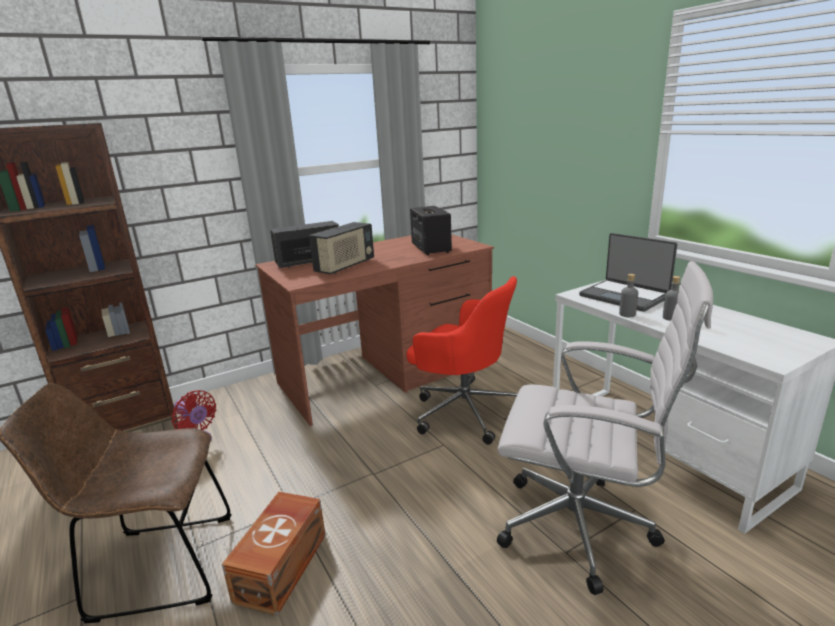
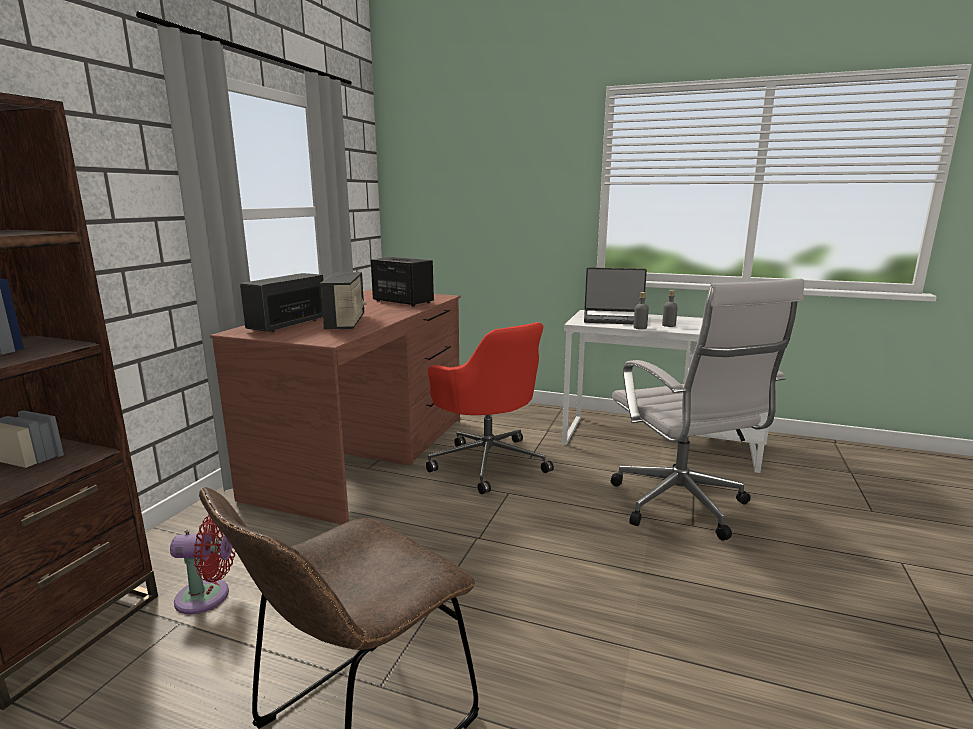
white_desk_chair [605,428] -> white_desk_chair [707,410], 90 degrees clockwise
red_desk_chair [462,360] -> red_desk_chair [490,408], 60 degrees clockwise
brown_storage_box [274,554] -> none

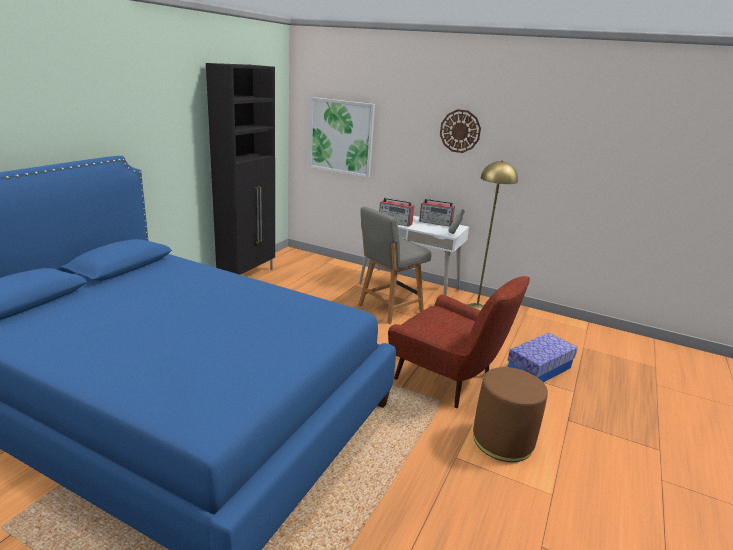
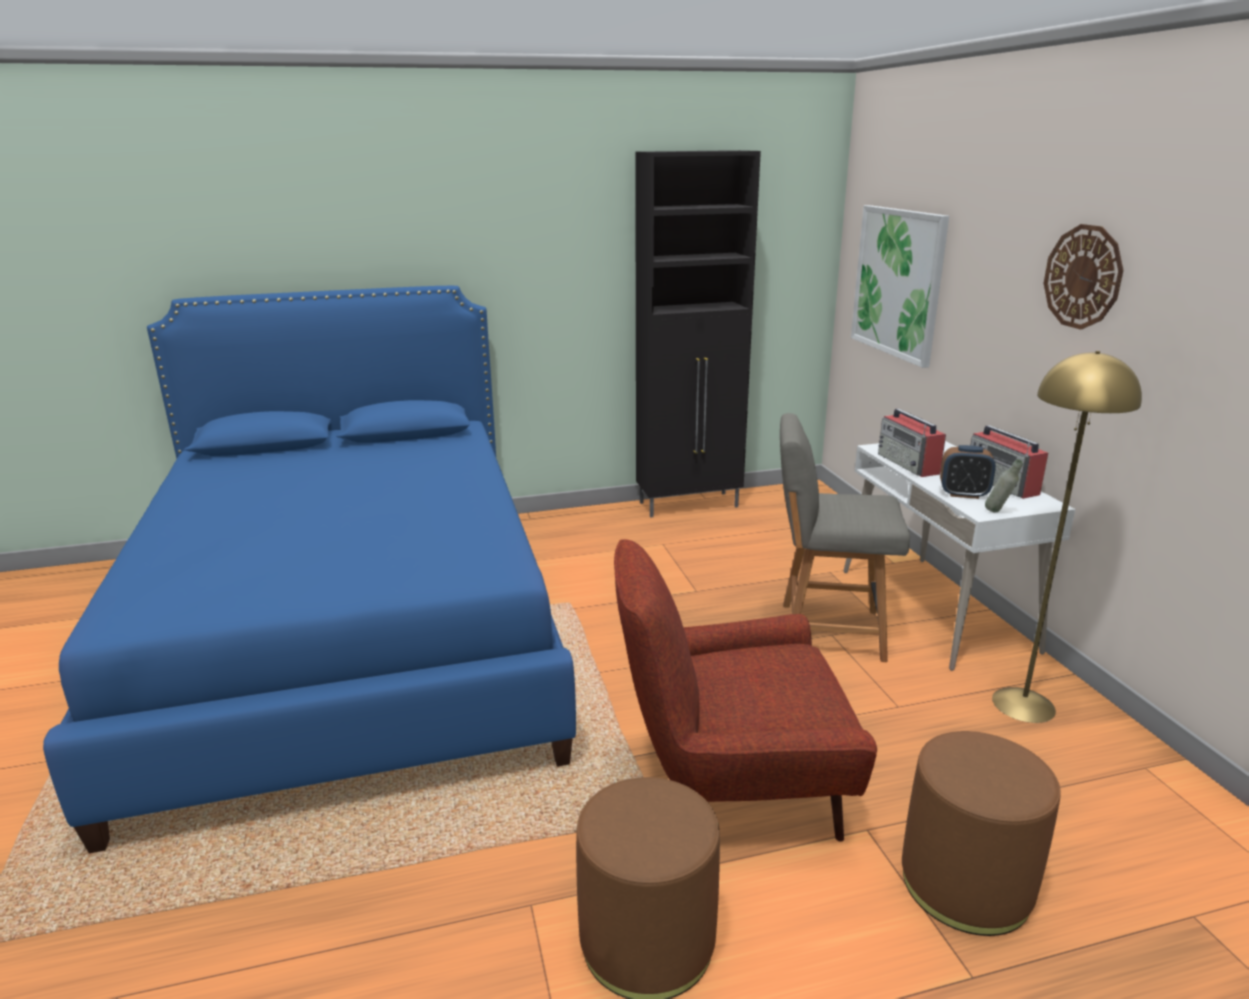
red_armchair [459,342] -> red_armchair [745,690], 90 degrees clockwise
storage_box [543,357] -> brown_footrest [981,833]
none -> bedside_clock [968,472]

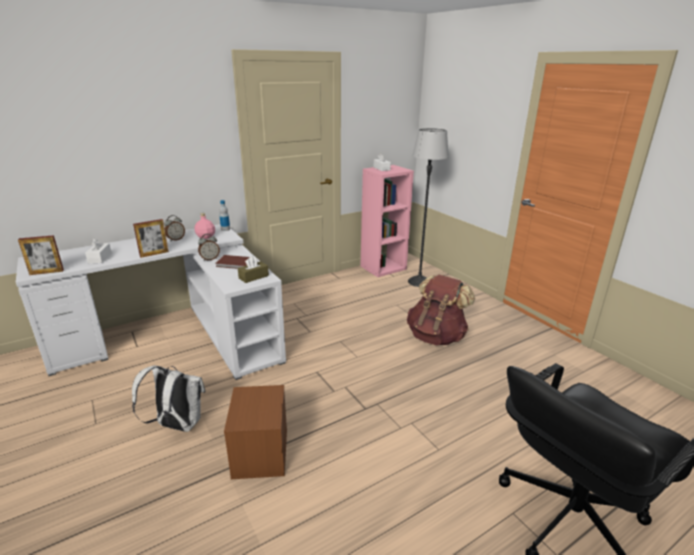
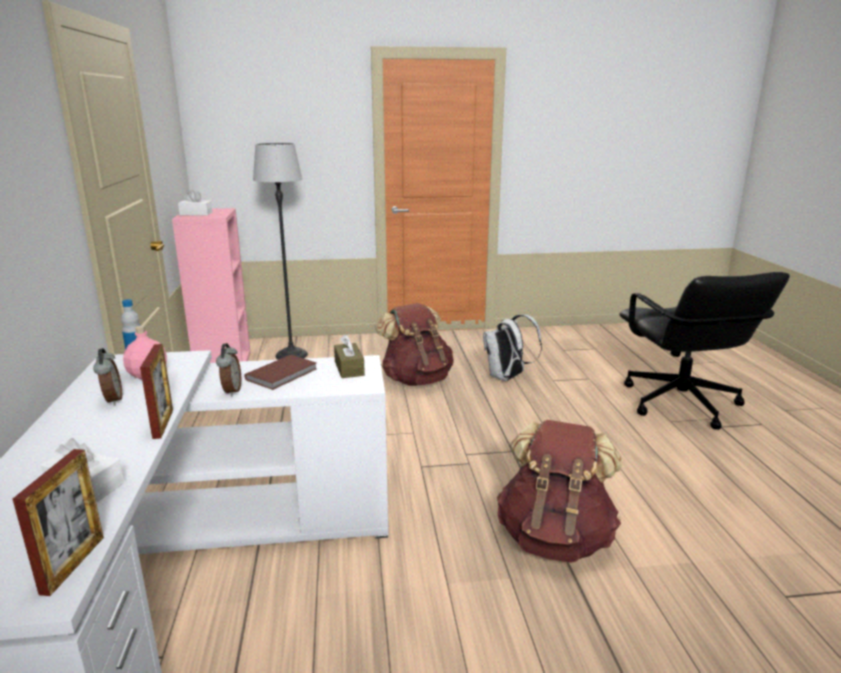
white_rucksack [169,398] -> white_rucksack [512,347], move
brown_storage_box [255,432] -> brown_rucksack [559,491]

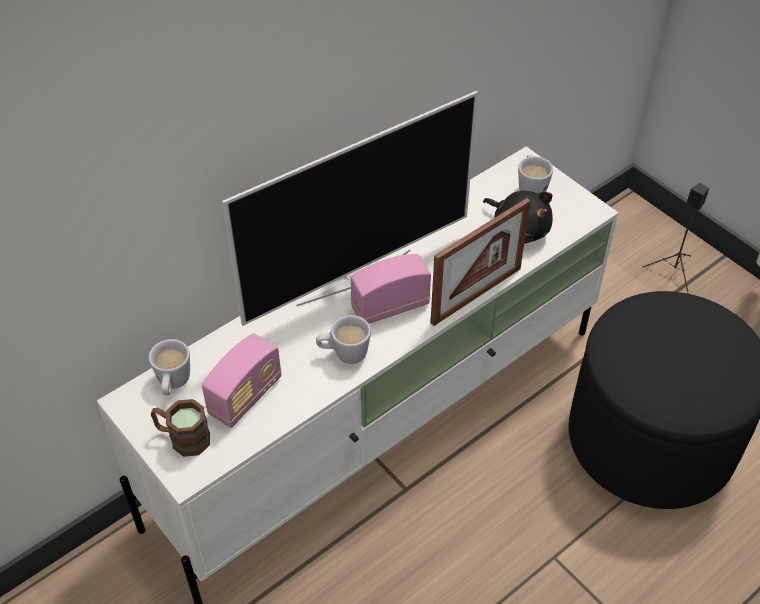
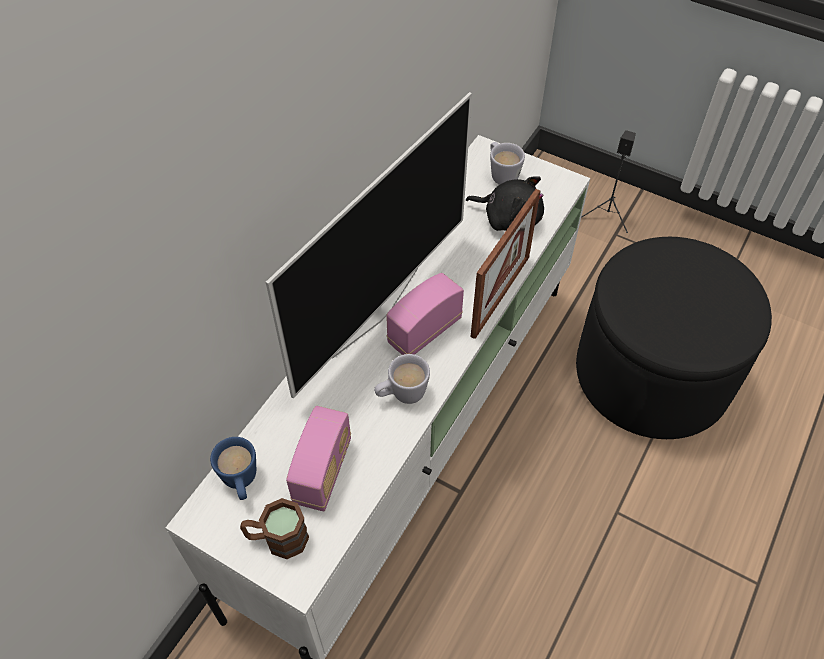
white_coffee_mug [169,367] -> blue-coloured_coffee_mug [233,468]

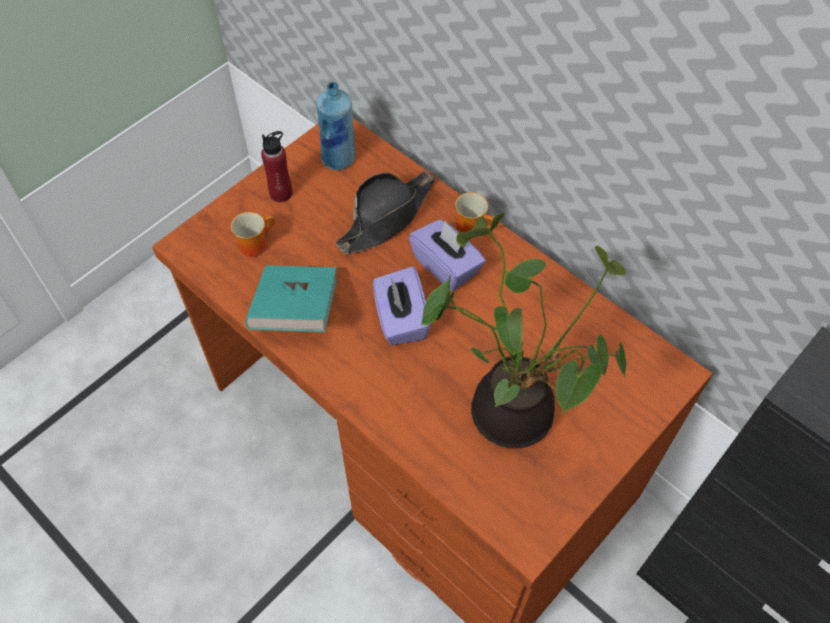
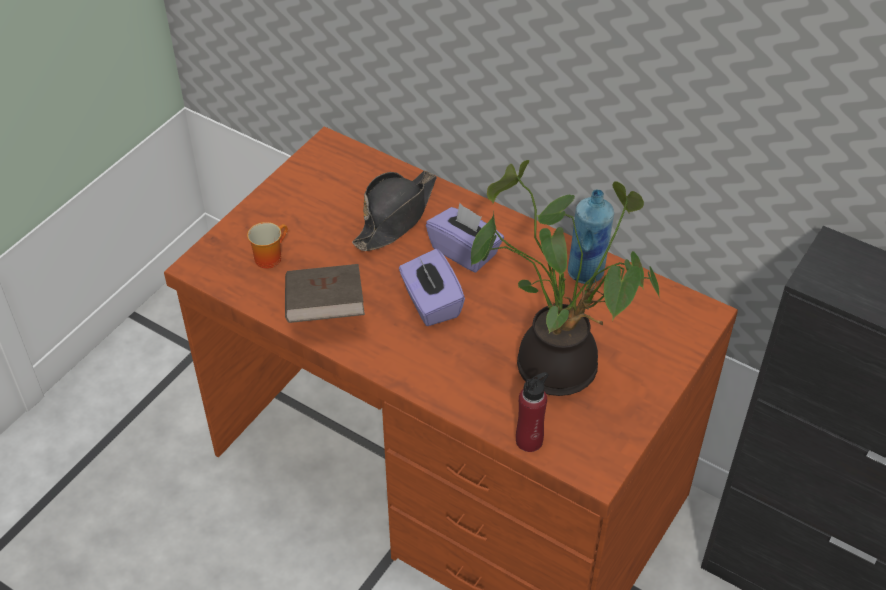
blue-coloured_beverage_bottle [335,126] -> blue-coloured_beverage_bottle [591,236], move
red_beverage_bottle [276,166] -> red_beverage_bottle [532,412], move
coffee_mug [474,212] -> none
blue-green_volume [291,298] -> brown_volume [325,293]

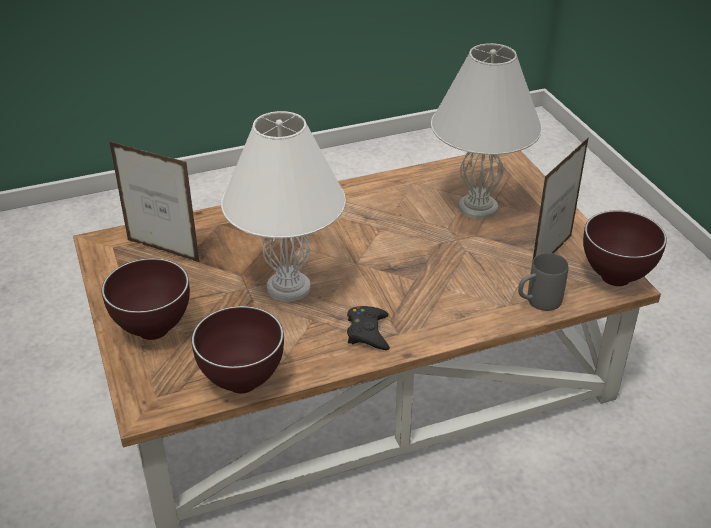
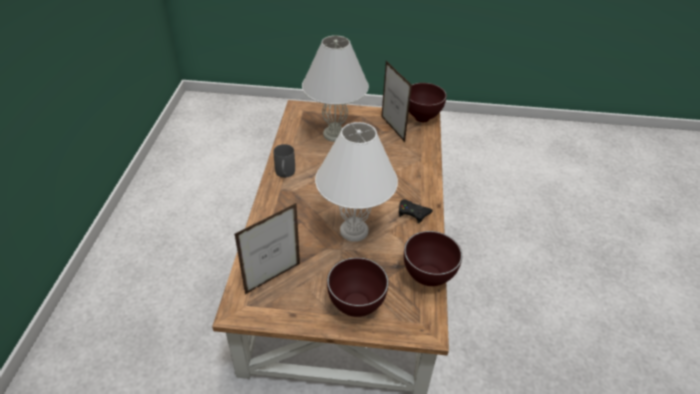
greyish_coffee_mug [543,282] -> greyish_coffee_mug [284,161], move

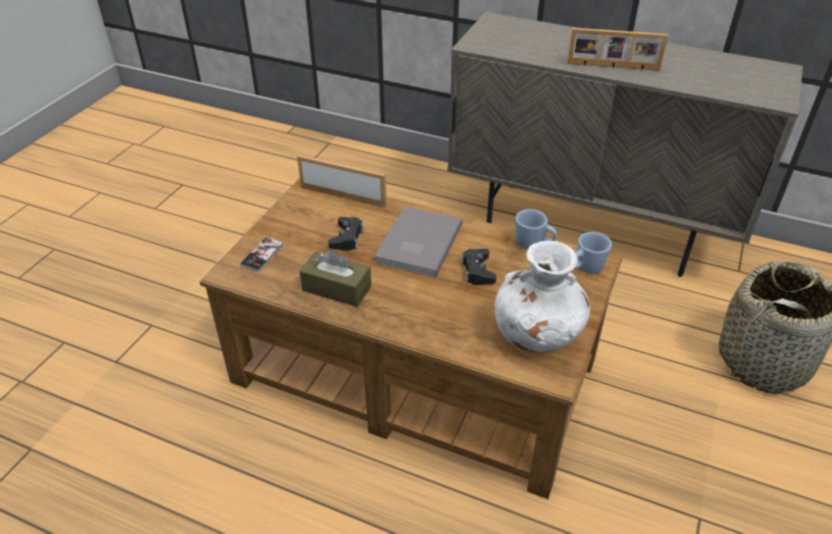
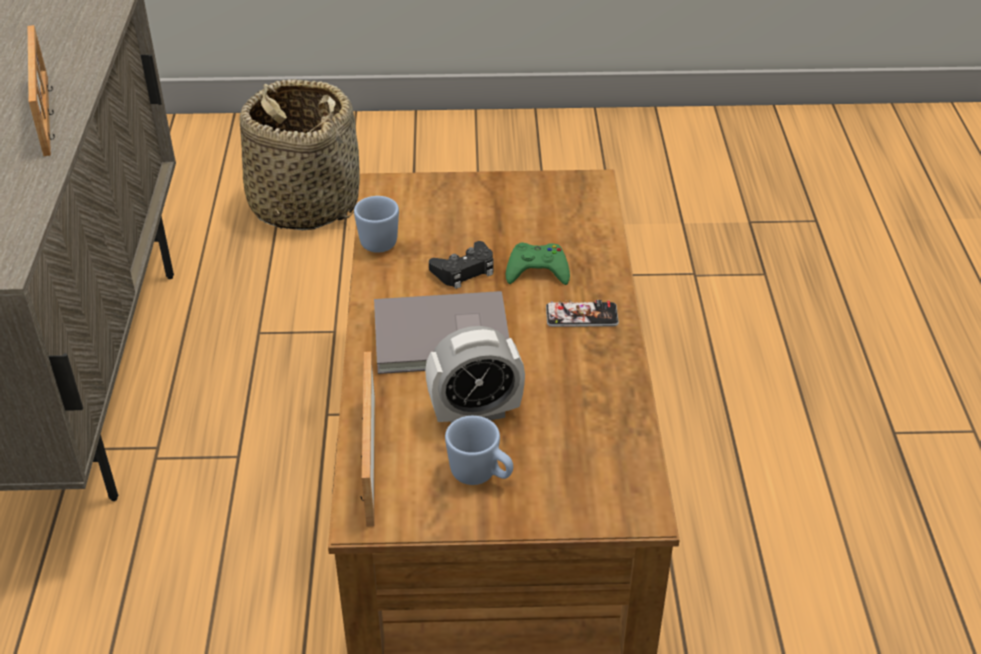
blackish_joypad [346,234] -> bedside_clock [475,374]
blue-coloured_coffee_mug [593,253] -> blue-coloured_coffee_mug [479,450], move
handset [262,254] -> handset [582,313], move
white_decorative_vase [542,297] -> none
brown_tissue_box [335,278] -> none
none -> green-coloured_joypad [538,263]

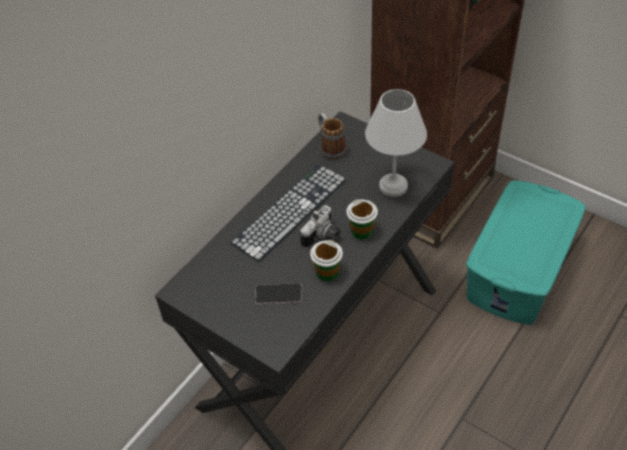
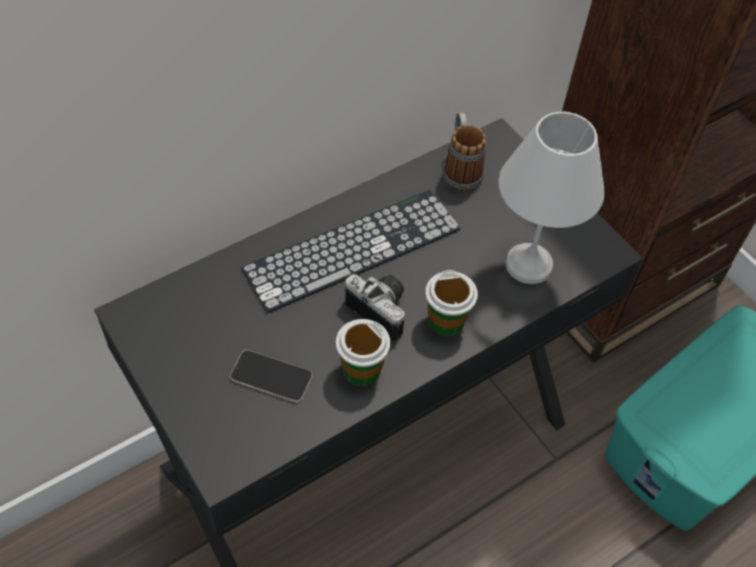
photo_camera [320,226] -> photo_camera [375,307], 105 degrees counterclockwise

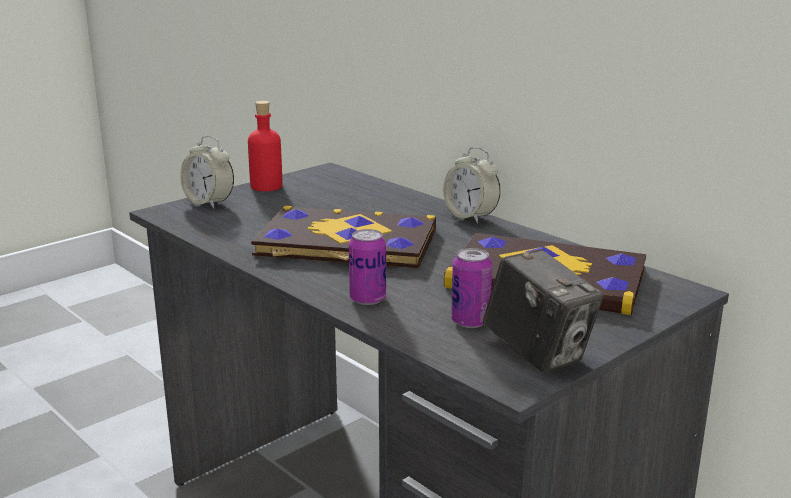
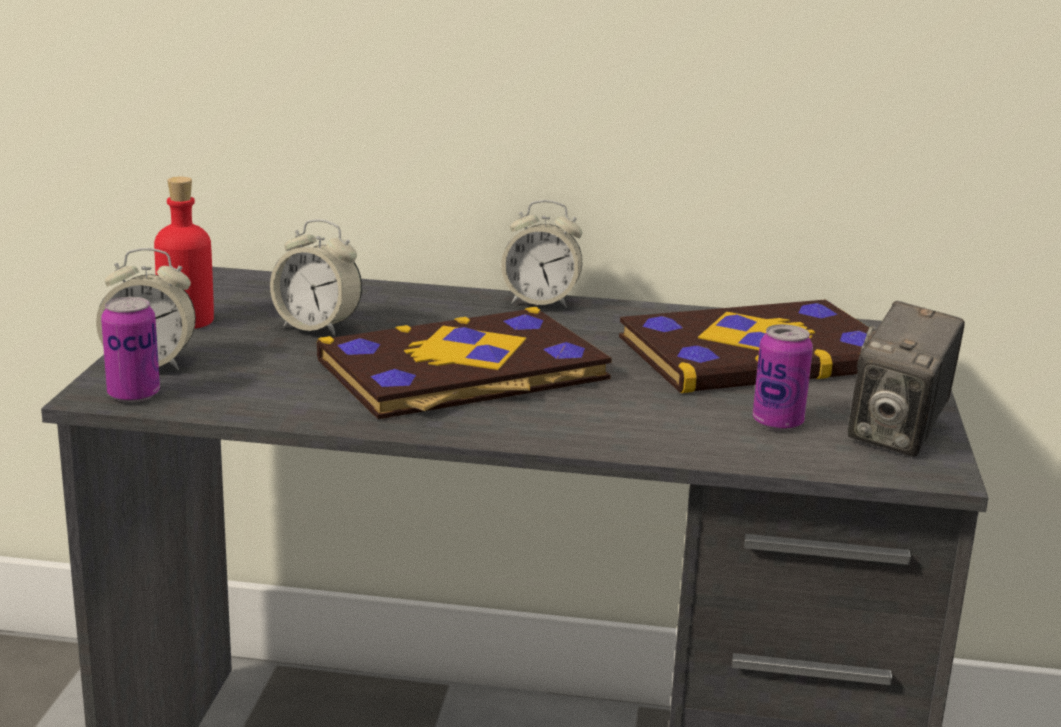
can [367,267] -> can [130,350], move
photo_camera [543,311] -> photo_camera [906,379], 105 degrees clockwise
none -> bedside_clock [316,277]

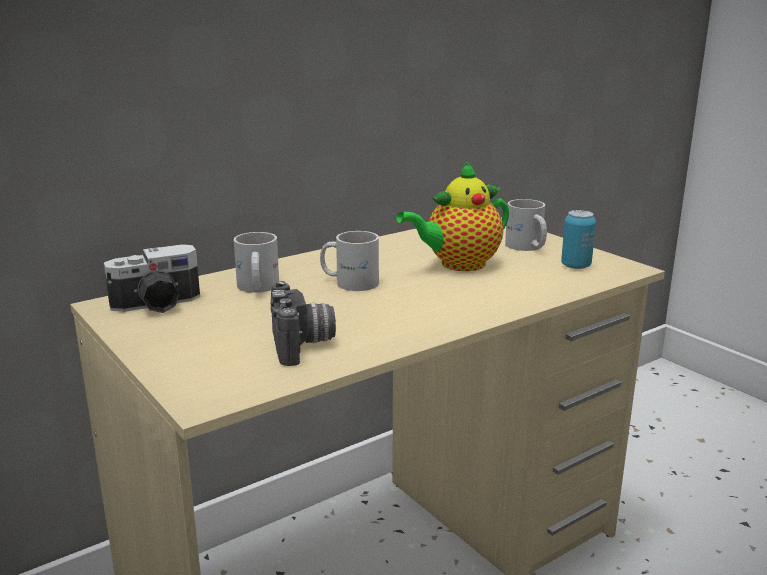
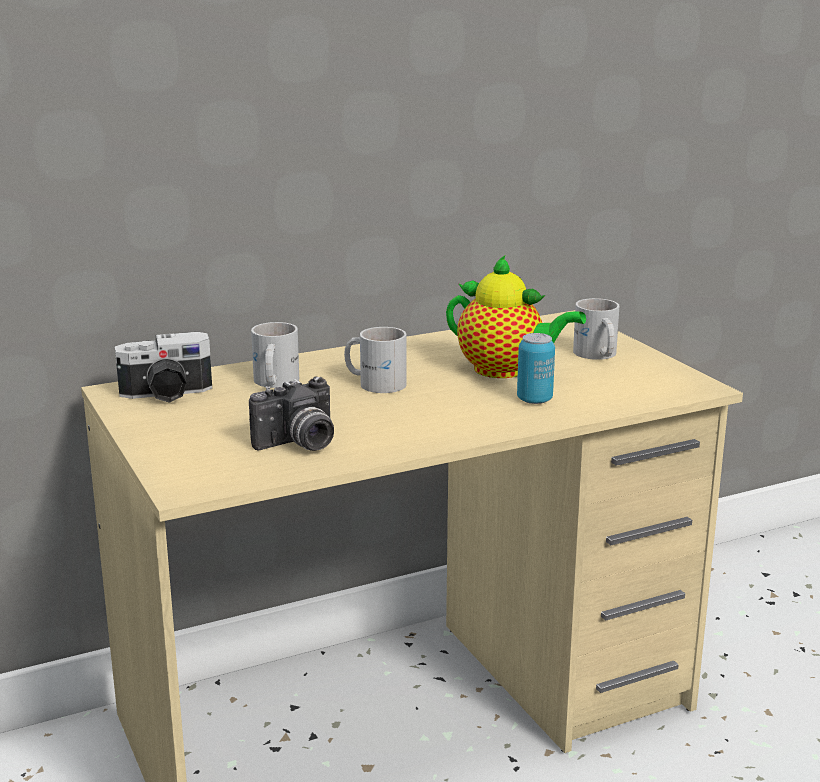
teapot [452,216] -> teapot [516,317], 135 degrees counterclockwise
can [578,239] -> can [536,368], move
photo_camera [303,323] -> photo_camera [291,413], 60 degrees clockwise

